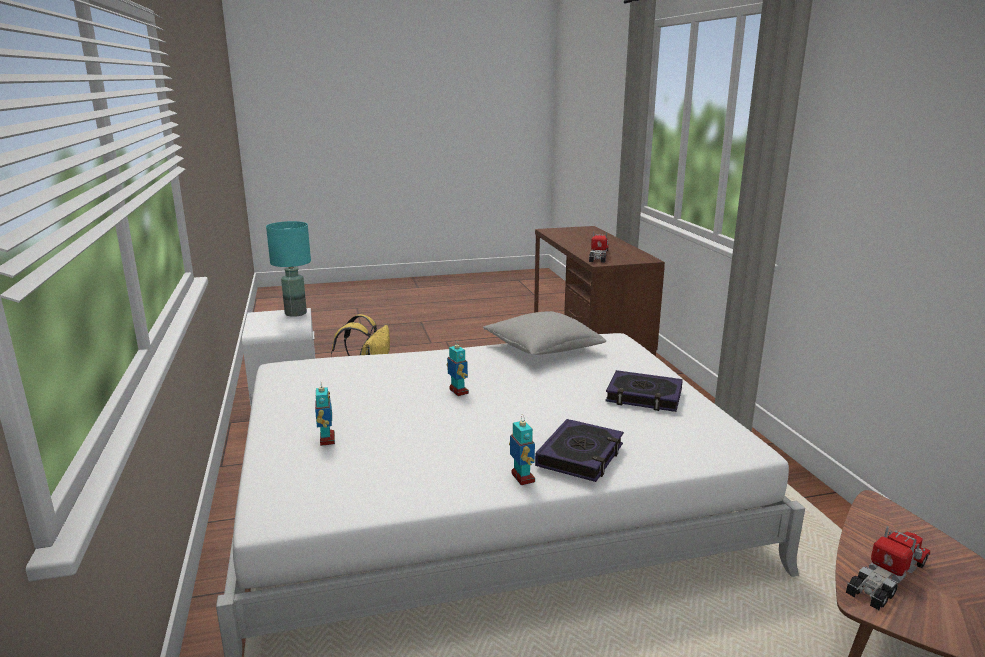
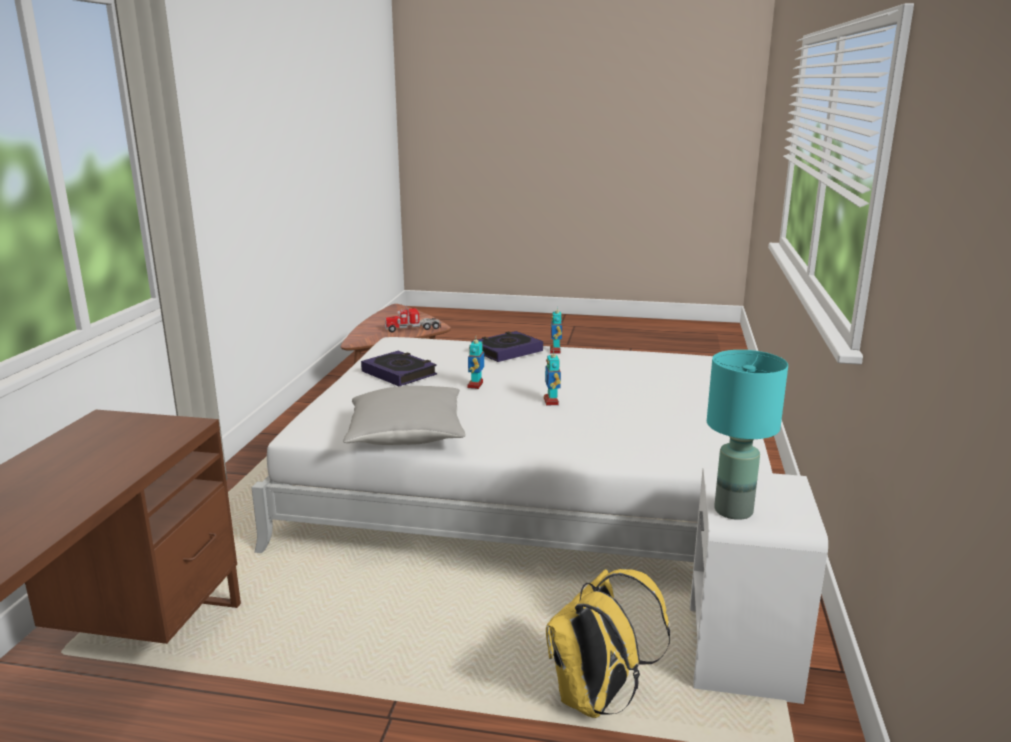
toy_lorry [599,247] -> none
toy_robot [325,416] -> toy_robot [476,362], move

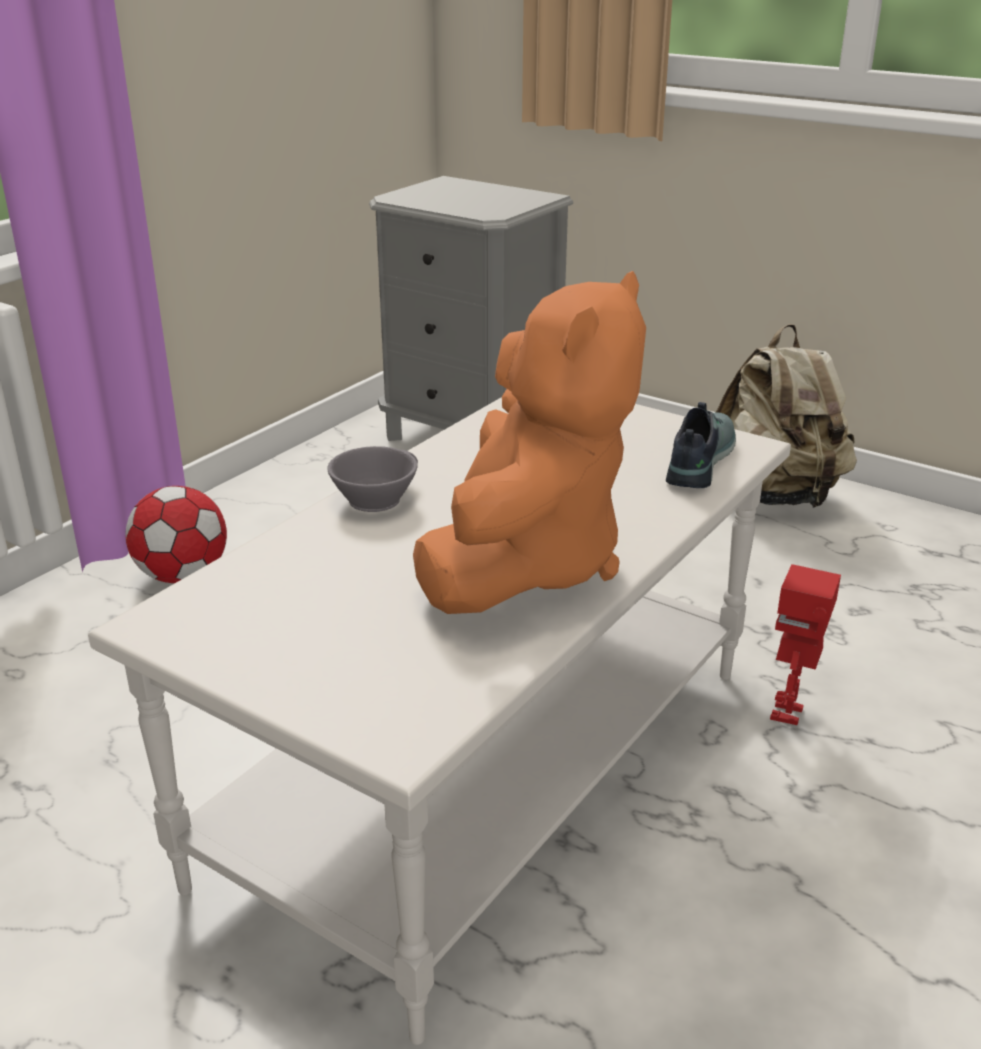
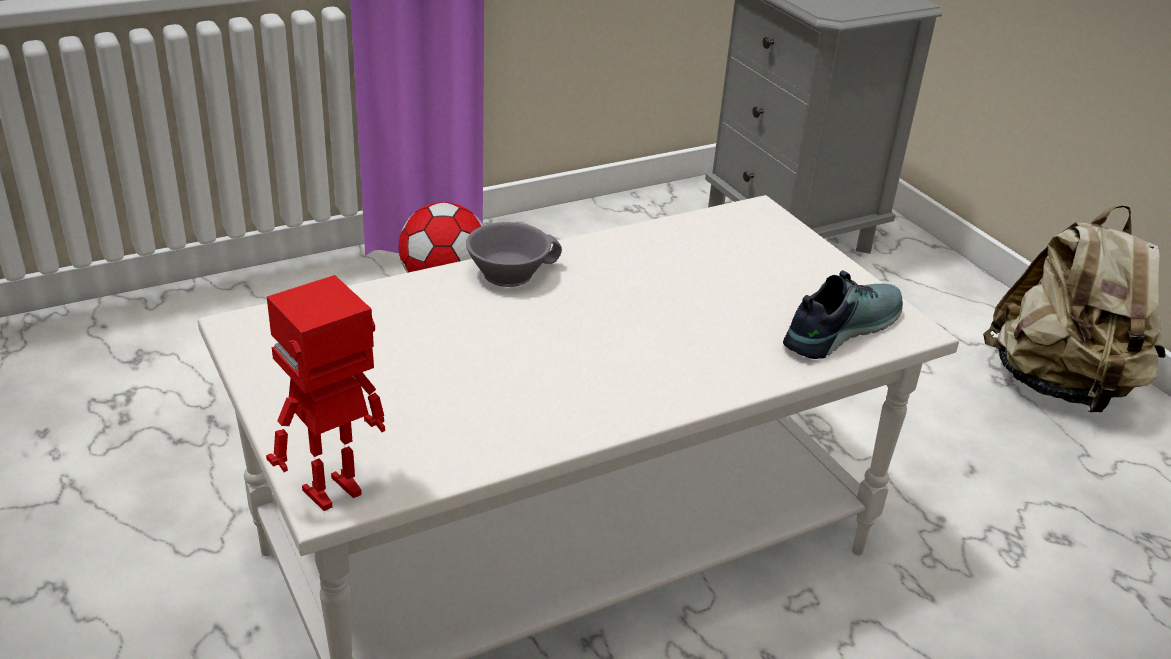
orange-coloured_plush_toy [529,442] -> none
toy_robot [805,644] -> toy_robot [325,393], move

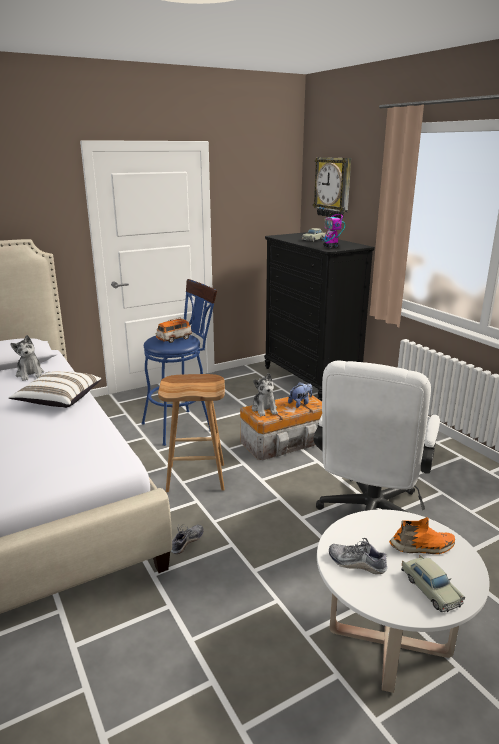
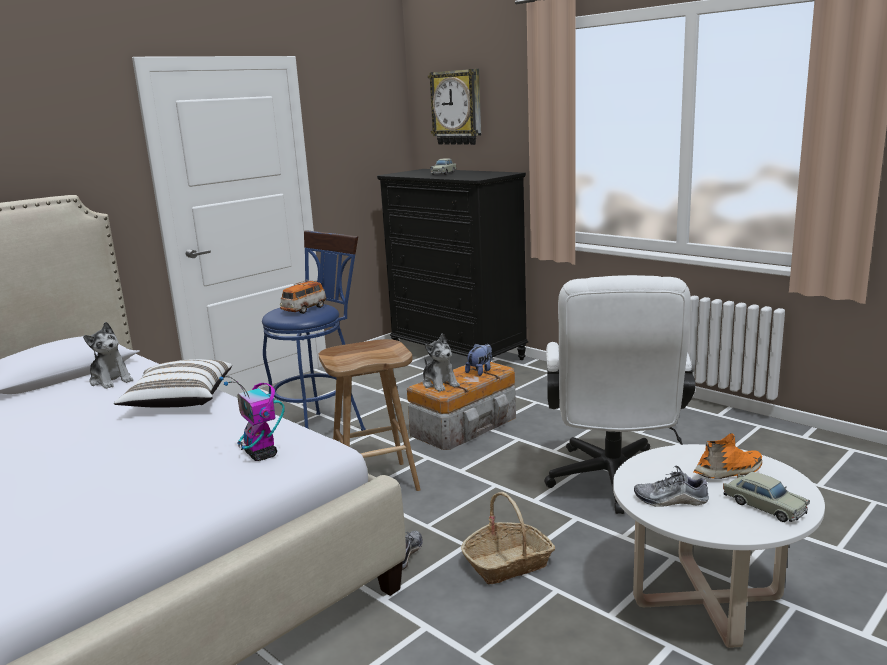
toy_robot [332,227] -> toy_robot [251,418], move
none -> household_basket [508,538]

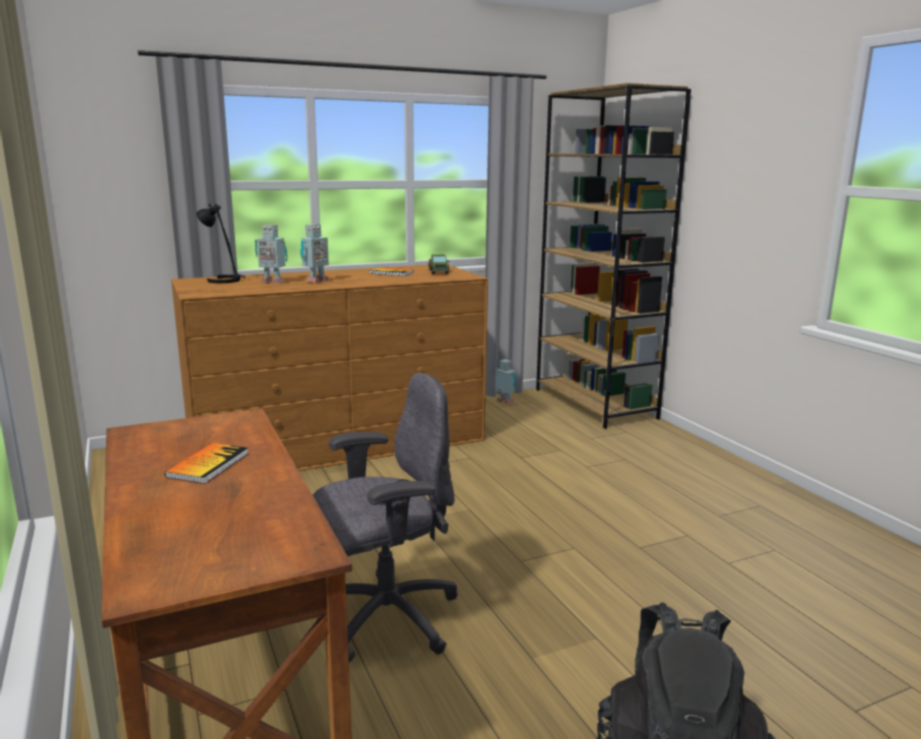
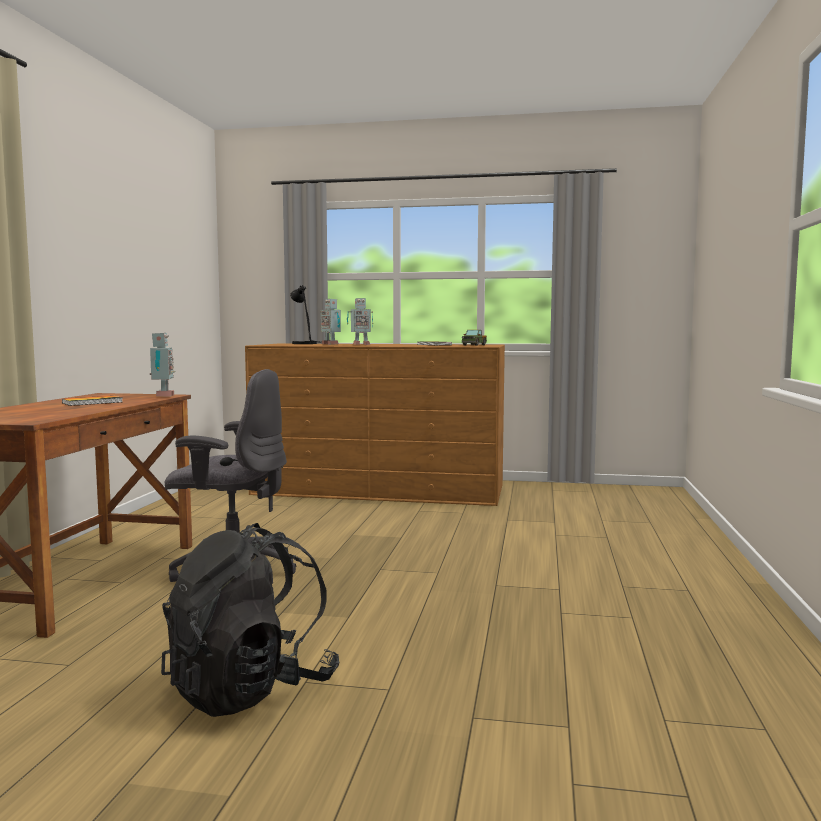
brown_bookshelf [613,256] -> none
toy_robot [505,381] -> toy_robot [162,364], move

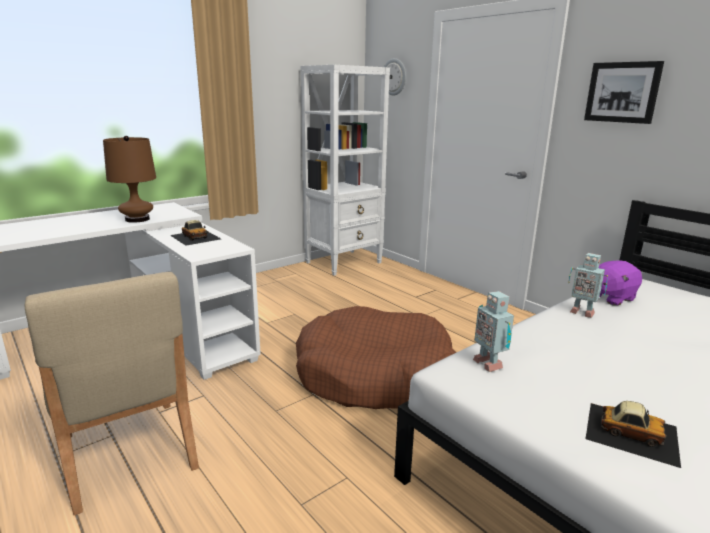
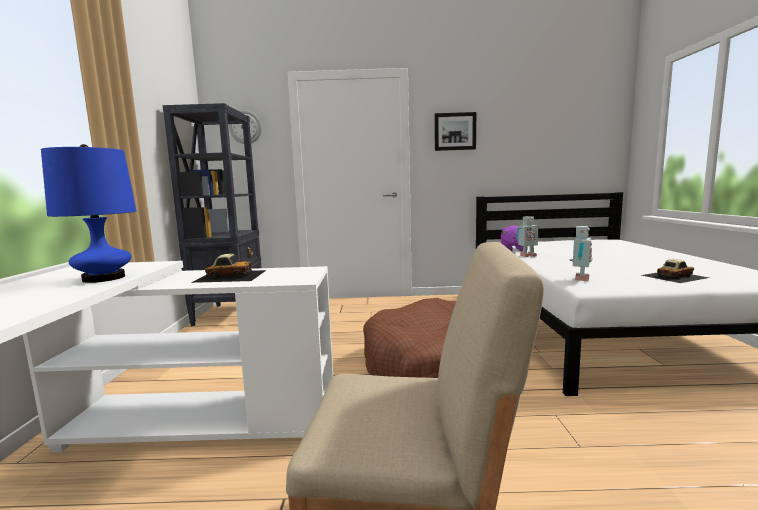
white_bookshelf [345,170] -> blackish_bookshelf [212,214]
brown_table_lamp [129,179] -> blue-coloured_table_lamp [88,213]
toy_robot [493,331] -> toy_robot [581,253], 75 degrees counterclockwise

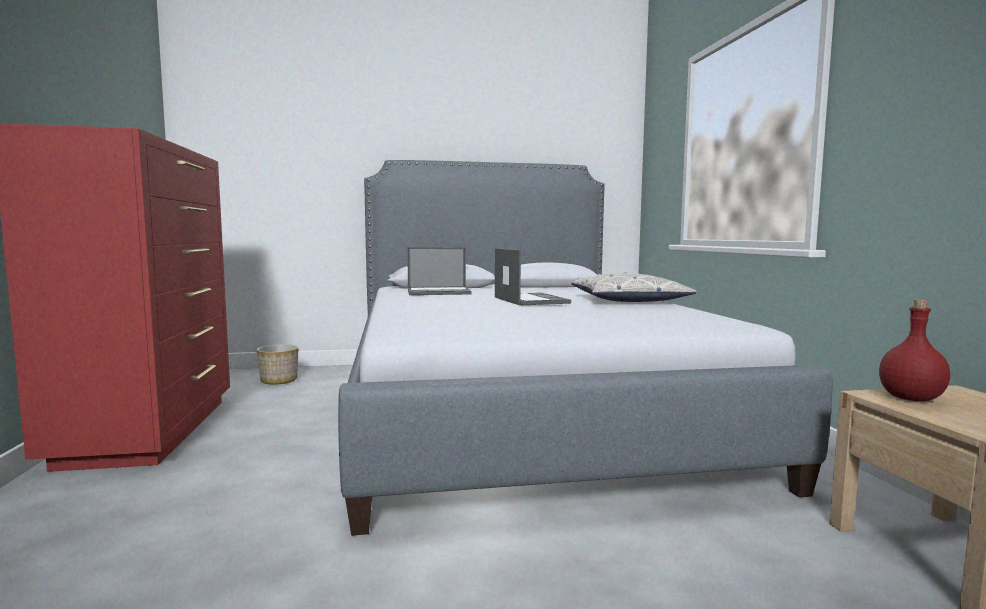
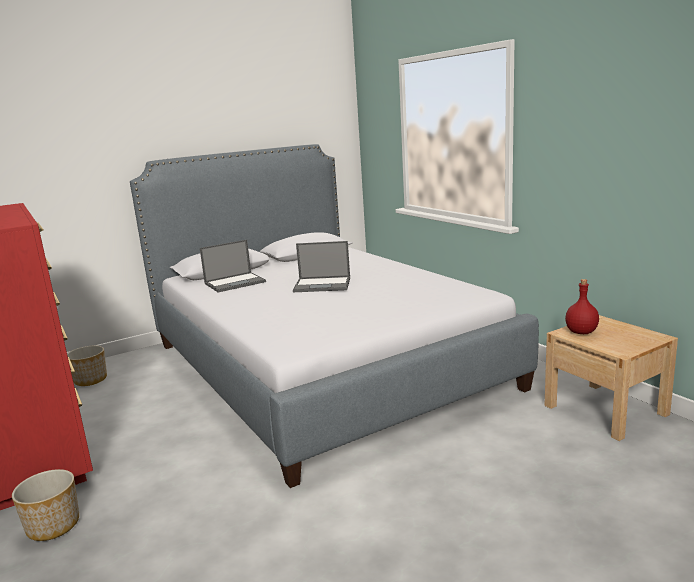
laptop [533,276] -> laptop [321,266], 135 degrees clockwise
pillow [634,287] -> none
none -> planter [45,505]

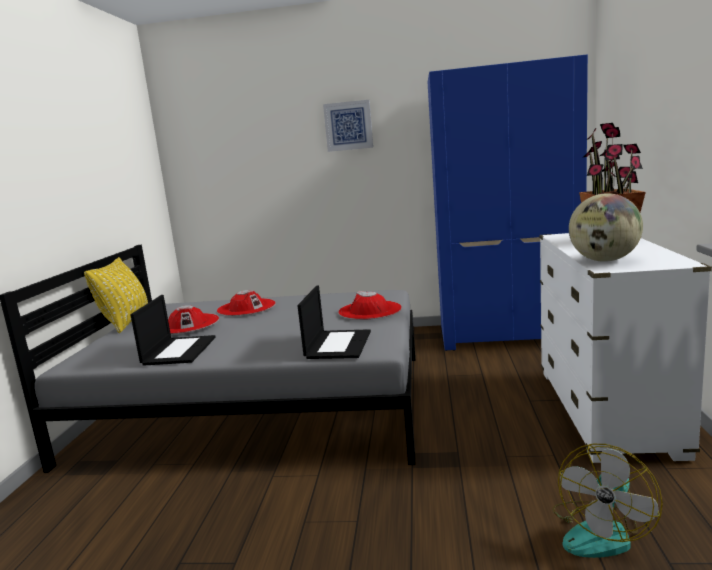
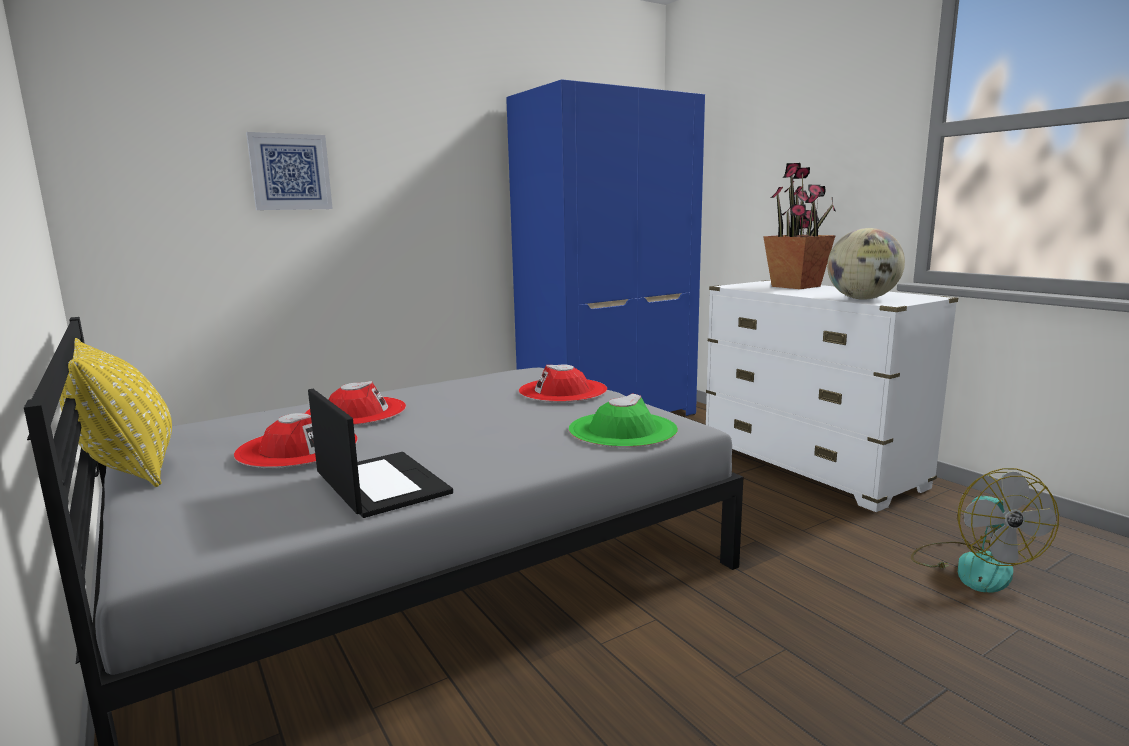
picture [348,126] -> picture [289,171], move
laptop [334,322] -> green-coloured_hat [623,420]

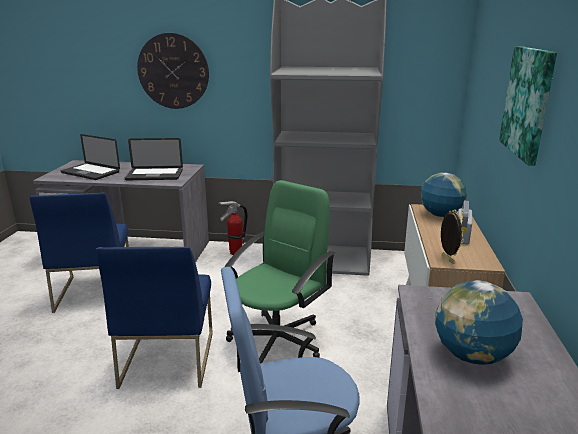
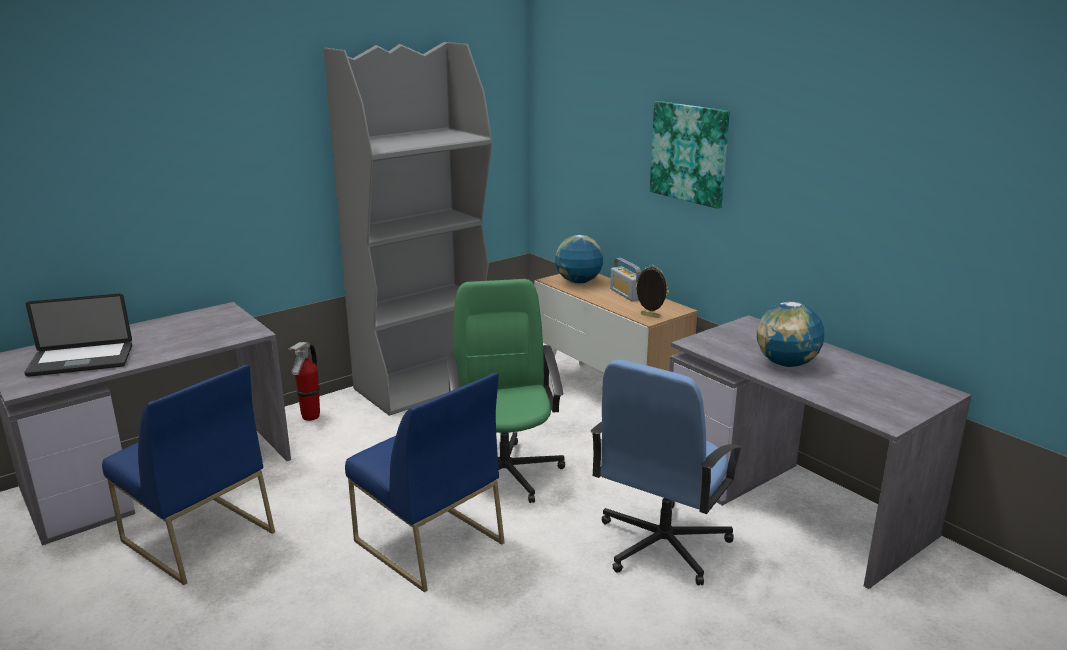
hanging_clock [173,71] -> none
laptop [154,159] -> none

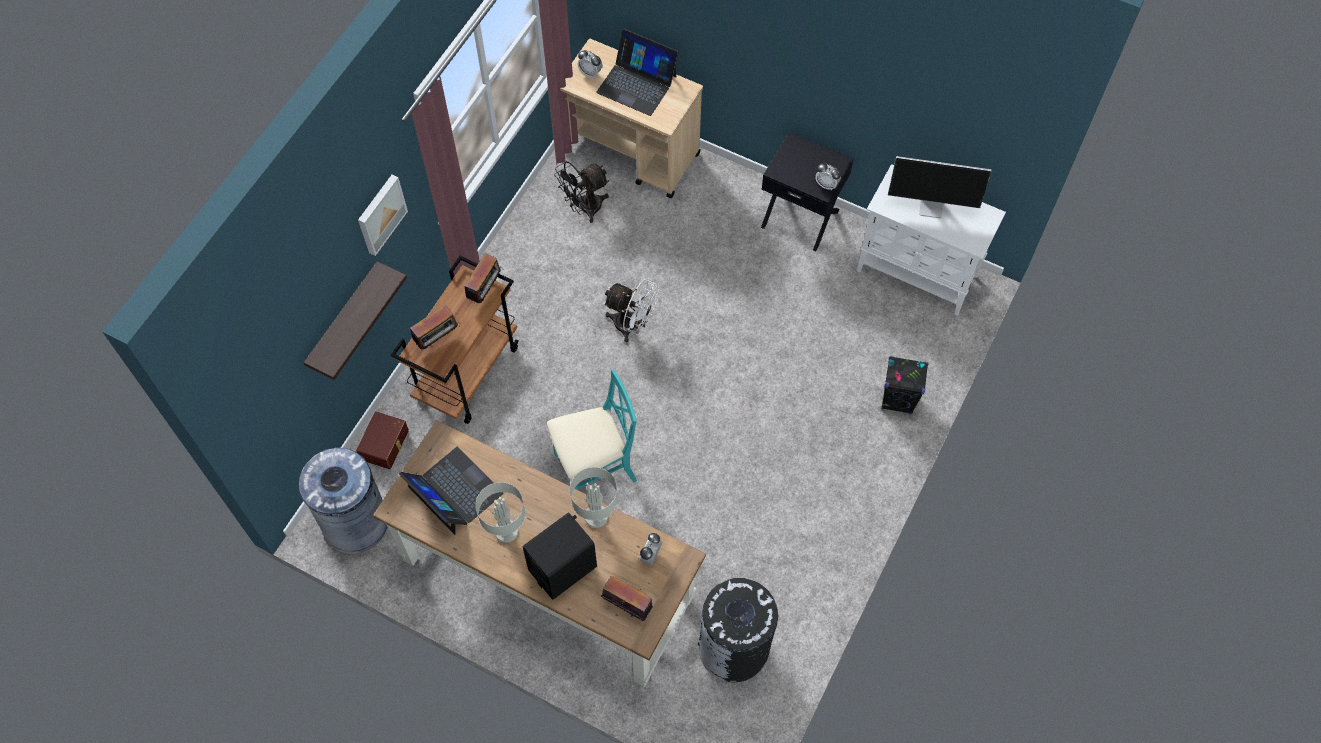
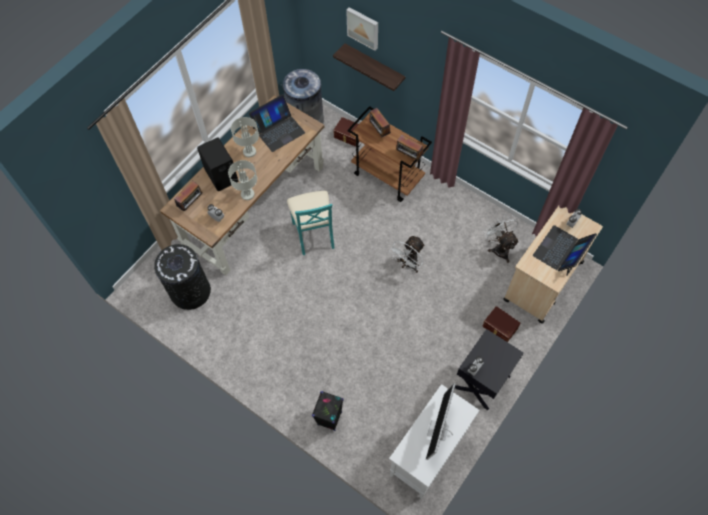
blackish_cooling_fan [581,192] -> white_cooling_fan [501,239]
picture [383,215] -> picture [362,29], move
none -> brown_storage_box [502,324]

